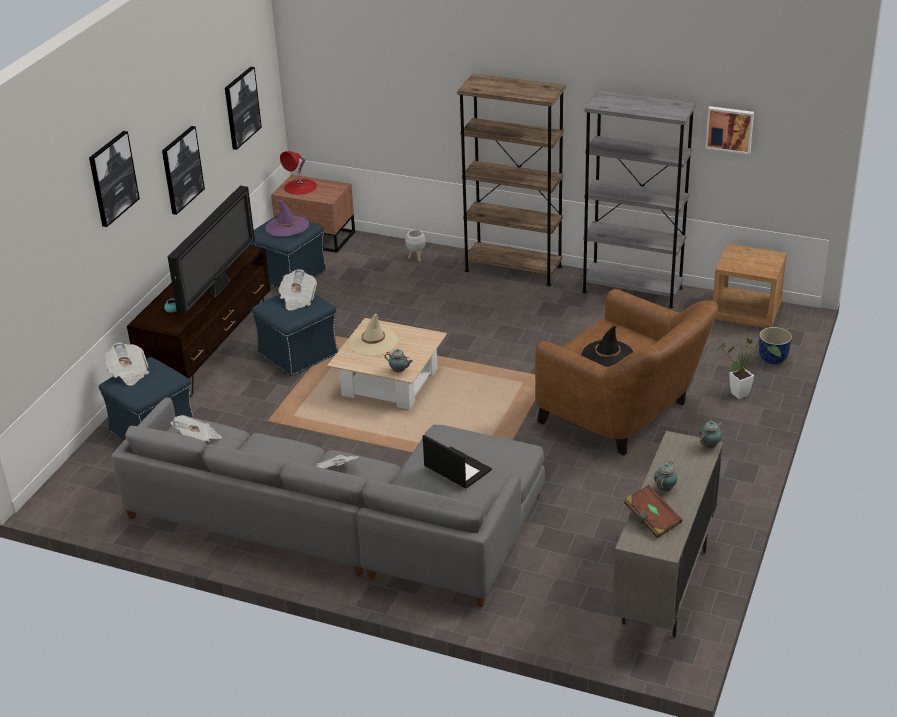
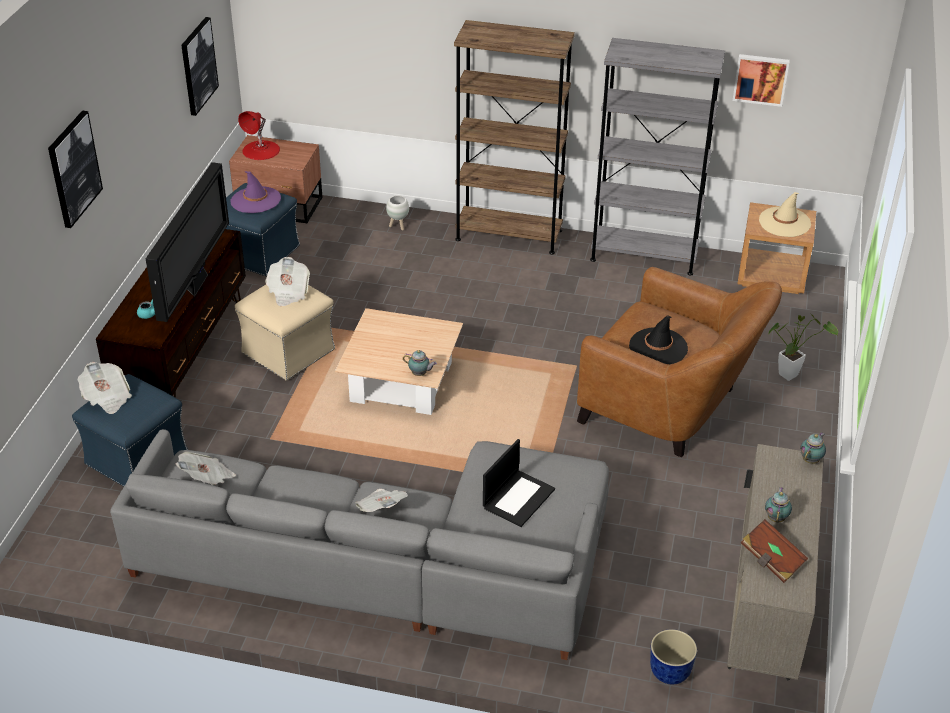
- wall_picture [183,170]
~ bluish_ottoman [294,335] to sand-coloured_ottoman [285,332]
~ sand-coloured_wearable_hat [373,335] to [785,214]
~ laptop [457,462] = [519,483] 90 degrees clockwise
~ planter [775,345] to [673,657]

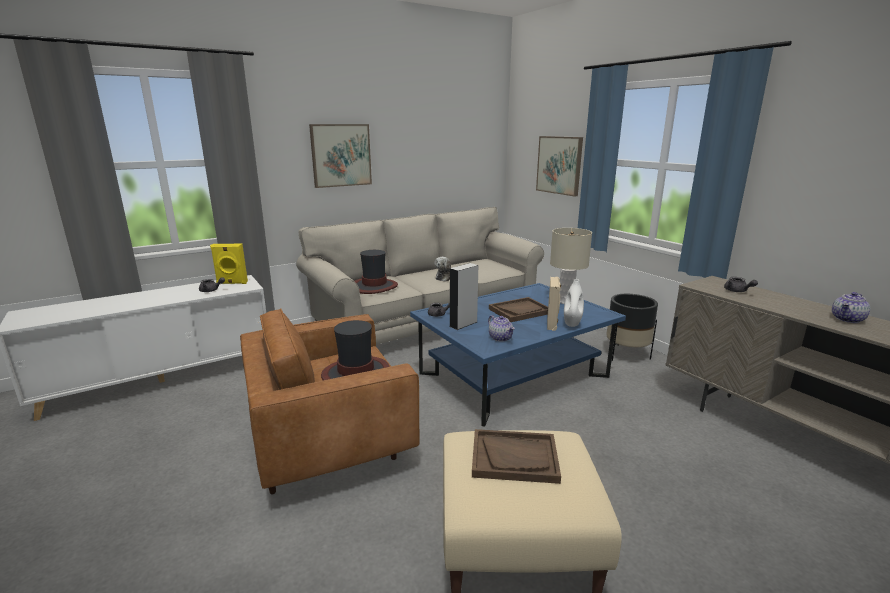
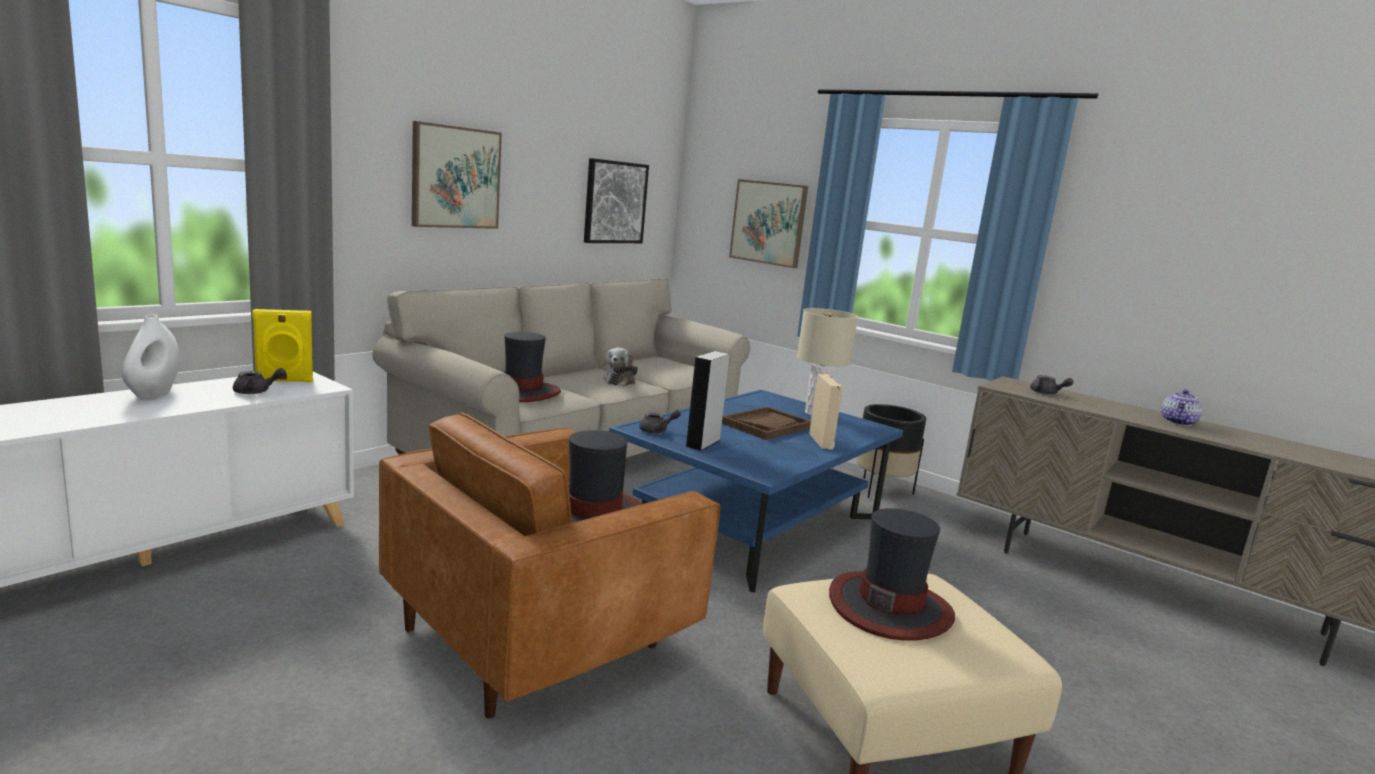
~ brown_carrying_tray [516,456] to wearable_hat [892,574]
- pot_for_tea [501,328]
~ white-coloured_vase [574,303] to [150,357]
+ wall_picture [616,200]

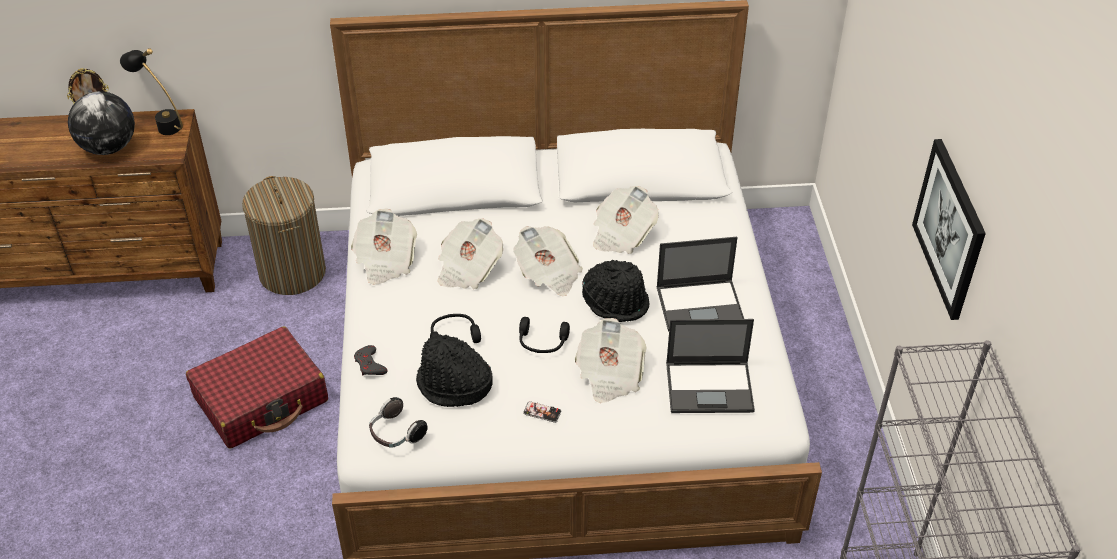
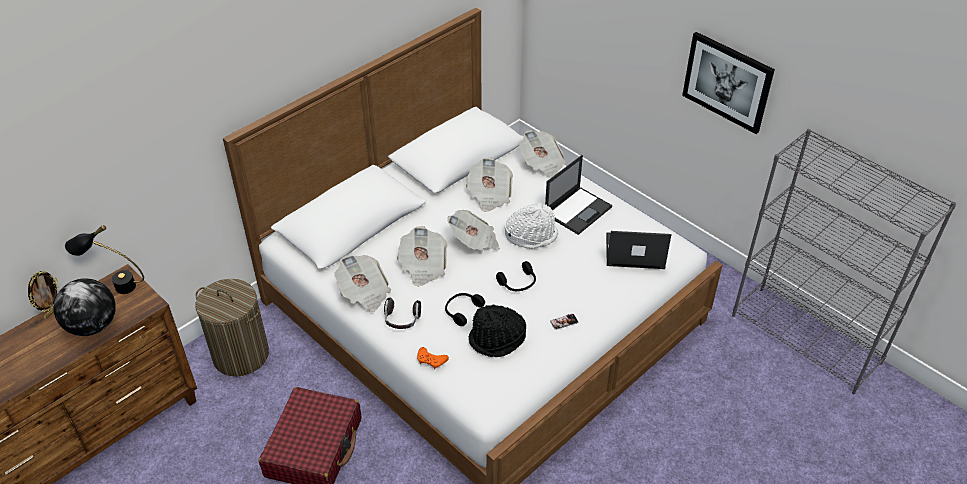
~ greyish_gamepad [371,360] to orange_gamepad [433,358]
~ pair_of_headphones [398,422] to [402,313]
~ newspaper [611,360] to [542,154]
~ blackish_wearable_hat [616,291] to white-coloured_wearable_hat [531,226]
~ laptop [710,366] = [639,250] 135 degrees counterclockwise

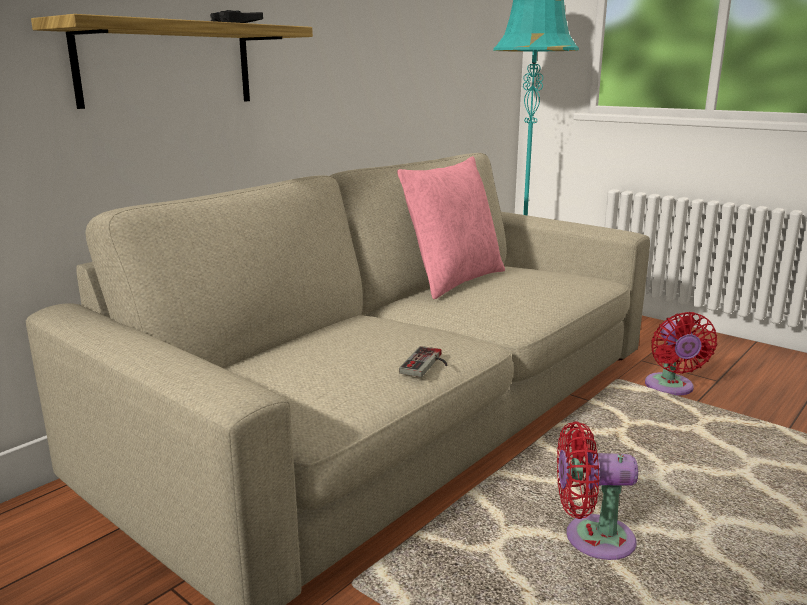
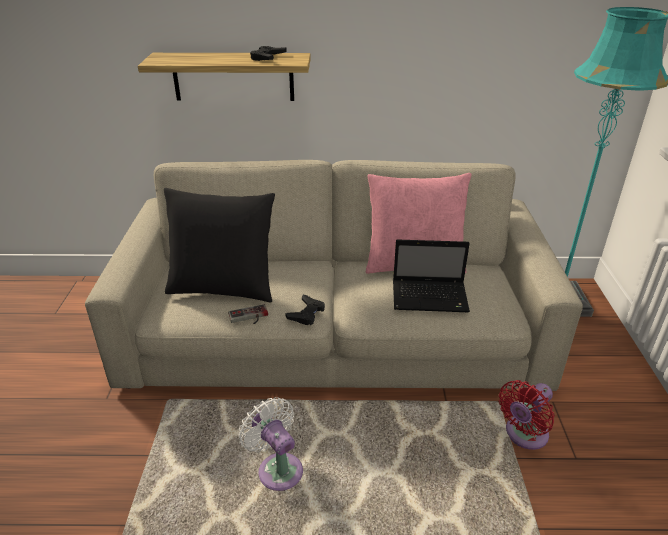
~ red_electric_fan [597,490] to white-coloured_electric_fan [271,444]
+ blackish_cushion [219,245]
+ blackish_gamepad [305,310]
+ laptop [431,275]

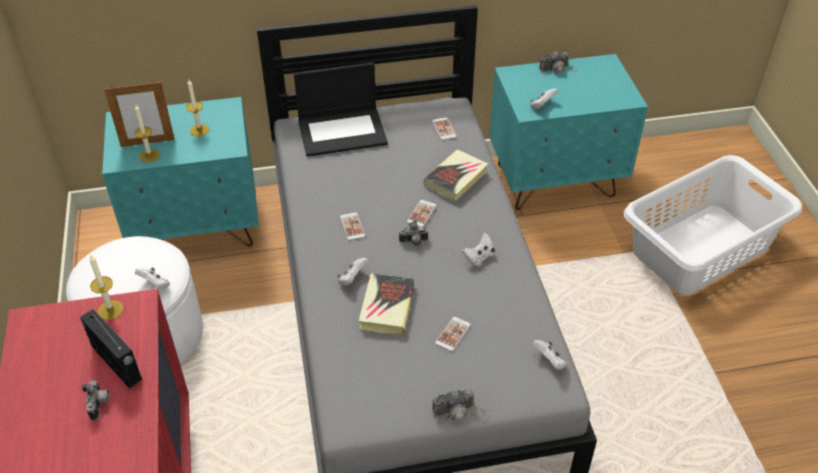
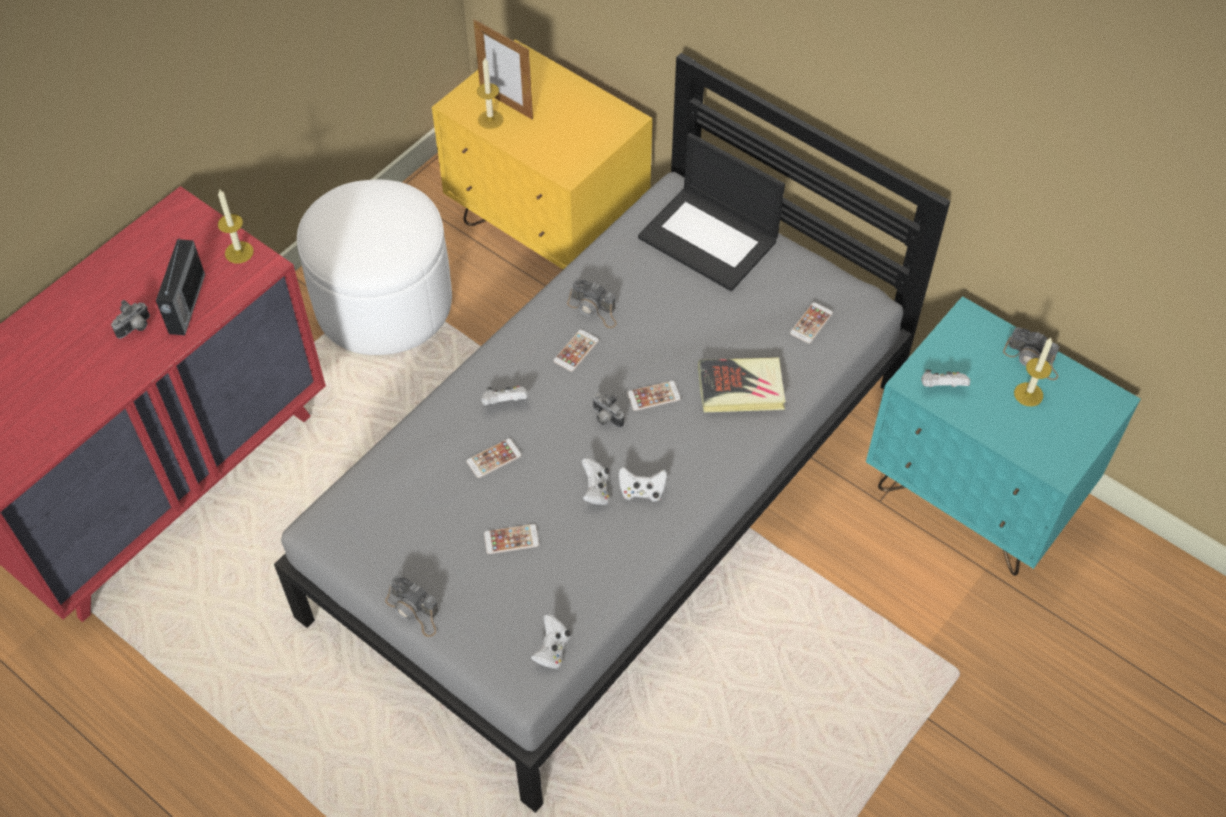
~ turquoise-coloured_night_table [180,171] to yellowish_night_table [542,154]
~ white-coloured_gamepad [152,278] to [596,481]
~ candle [197,108] to [1033,372]
~ book [386,304] to handset [494,458]
- white-coloured_laundry_basket [712,225]
+ photo_camera [592,303]

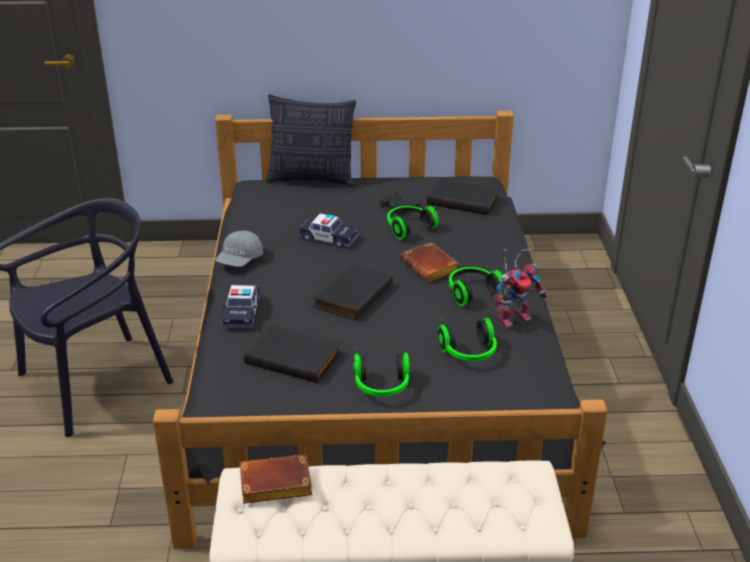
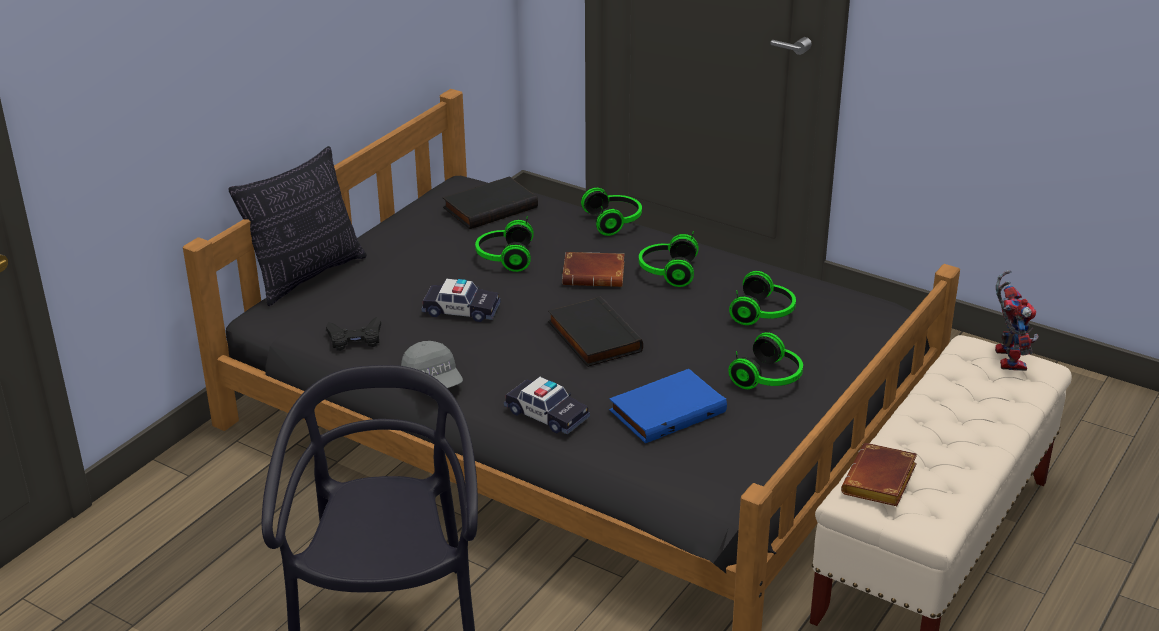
~ blackish_book [292,354] to bluish_book [668,406]
~ model_car [328,230] = [461,300] 45 degrees clockwise
~ blackish_gamepad [400,202] to [353,334]
~ model_robot [520,289] to [1017,320]
+ pair_of_headphones [611,212]

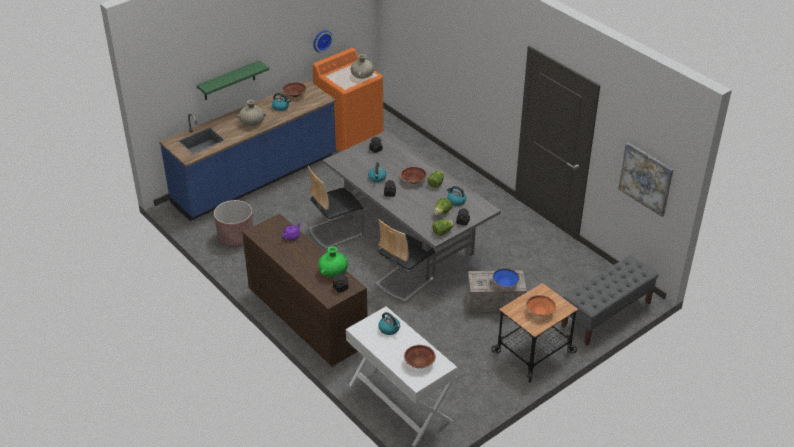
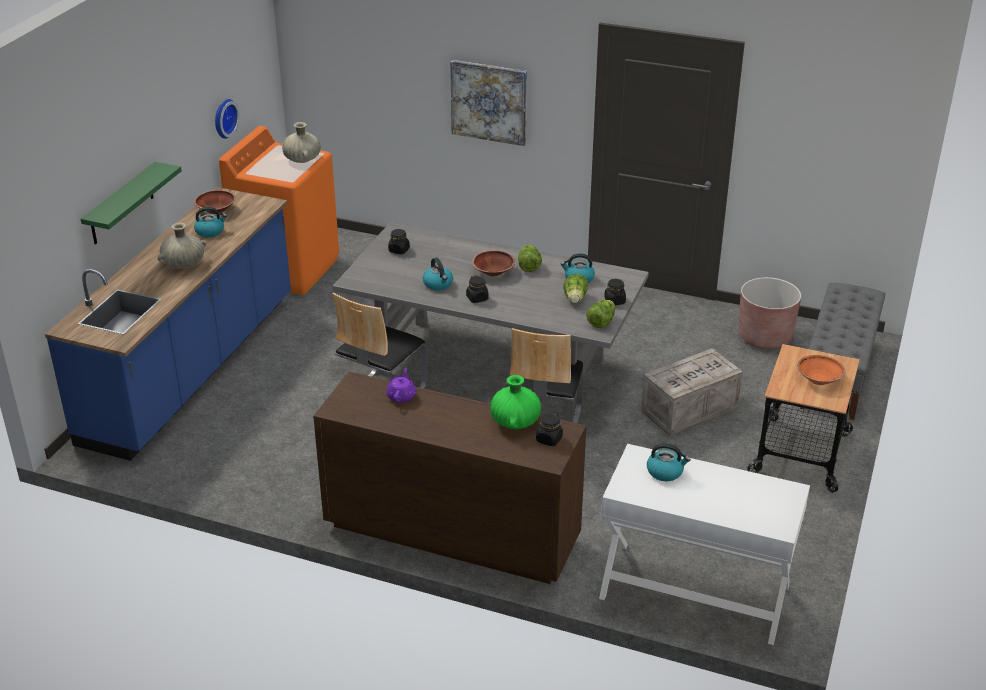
~ brown_planter [233,223] to [769,313]
- brown_deep_dish [420,356]
- bluish_deep_dish [506,278]
~ wall_picture [646,180] to [488,103]

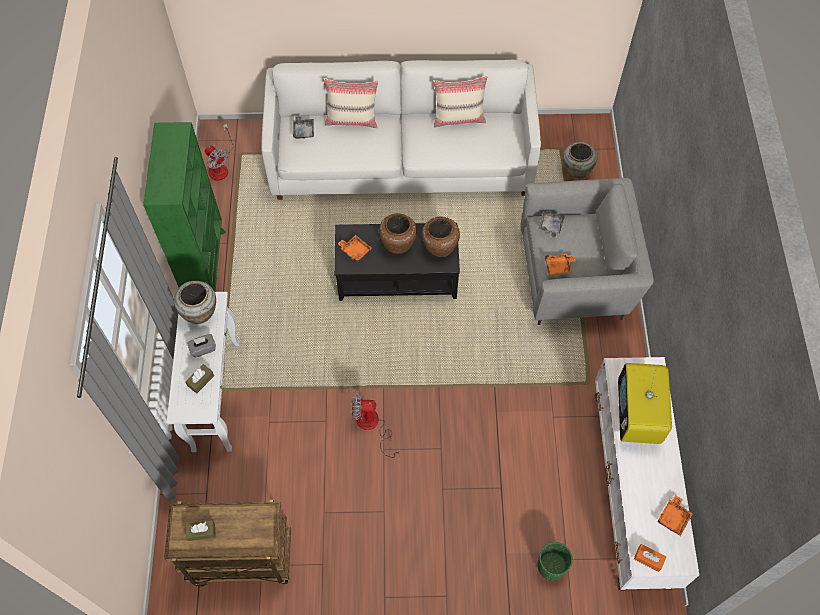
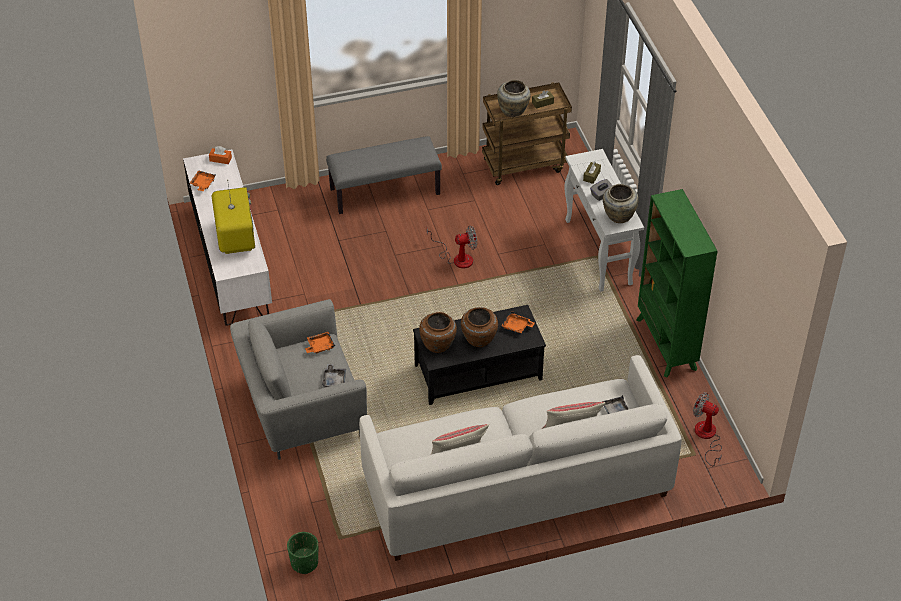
~ green-coloured_planter [555,561] to [302,553]
~ sand-coloured_vase [580,160] to [514,98]
+ greyish_indoor_bench [384,175]

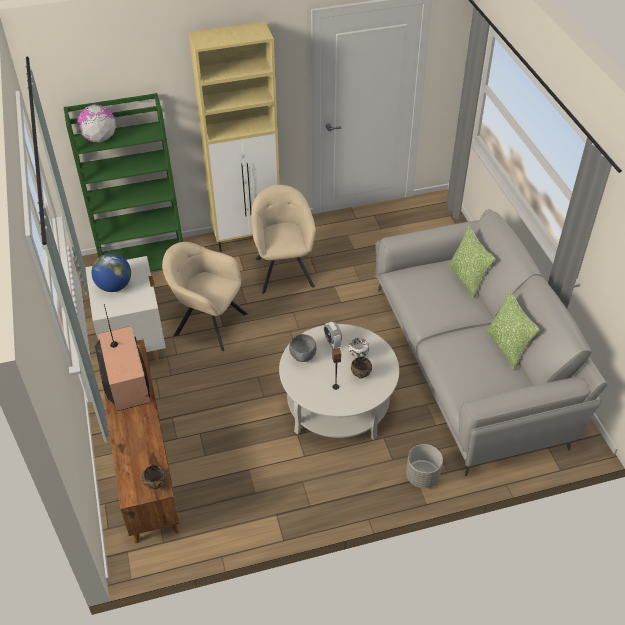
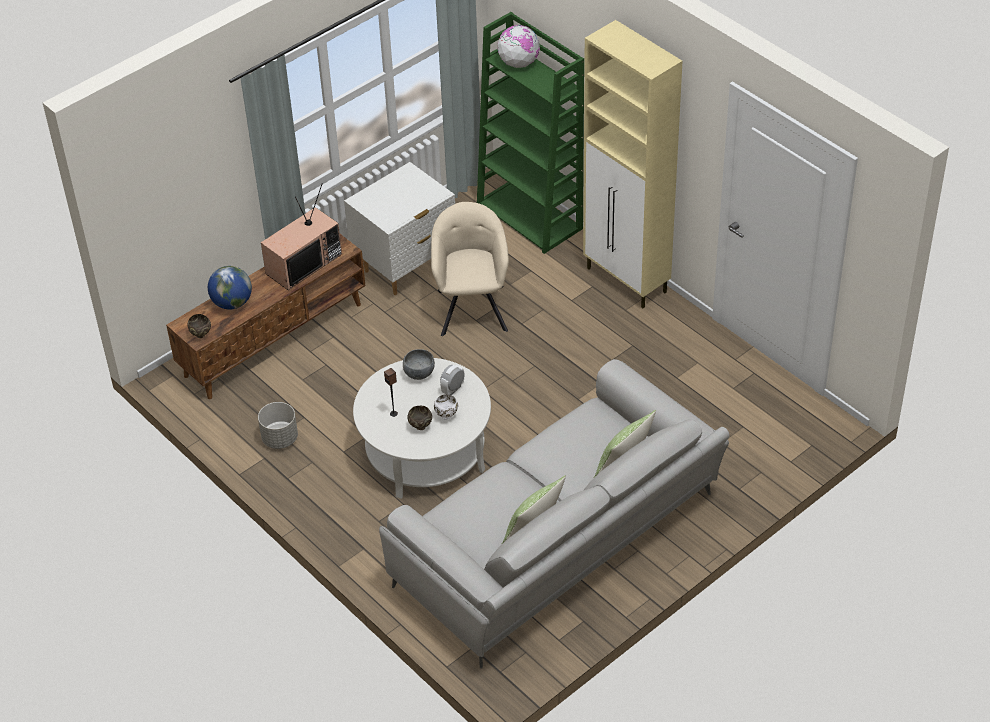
~ world_globe [111,272] to [230,288]
- sand-coloured_lounge_chair [283,239]
~ greyish_planter [424,466] to [278,425]

